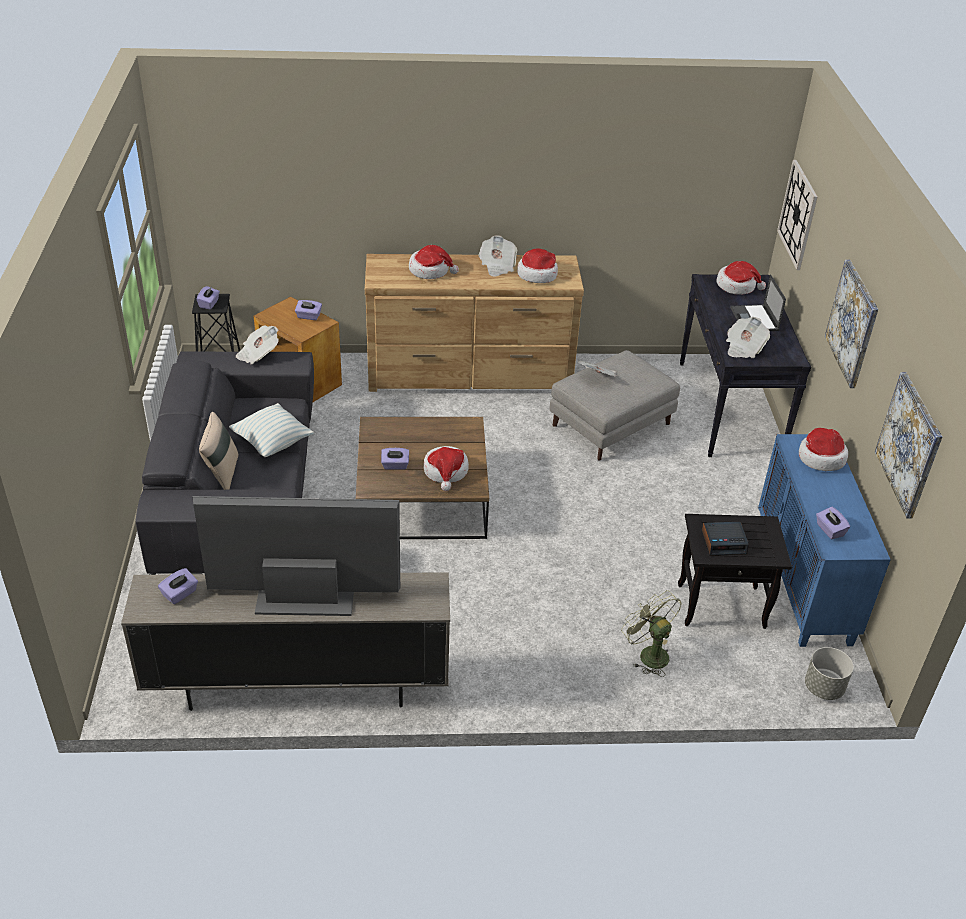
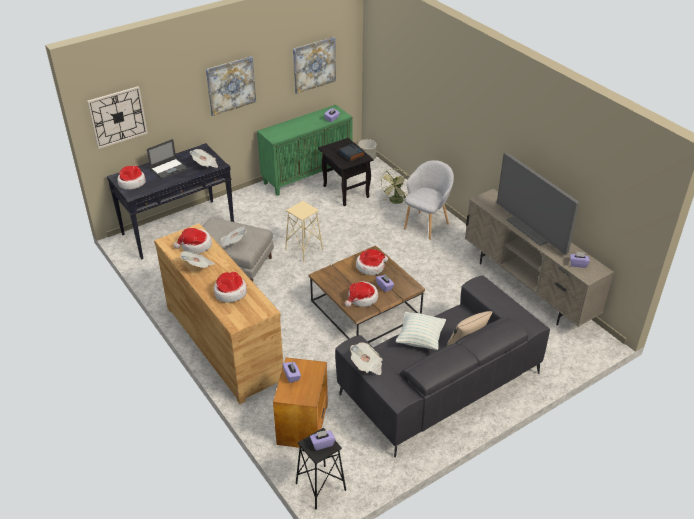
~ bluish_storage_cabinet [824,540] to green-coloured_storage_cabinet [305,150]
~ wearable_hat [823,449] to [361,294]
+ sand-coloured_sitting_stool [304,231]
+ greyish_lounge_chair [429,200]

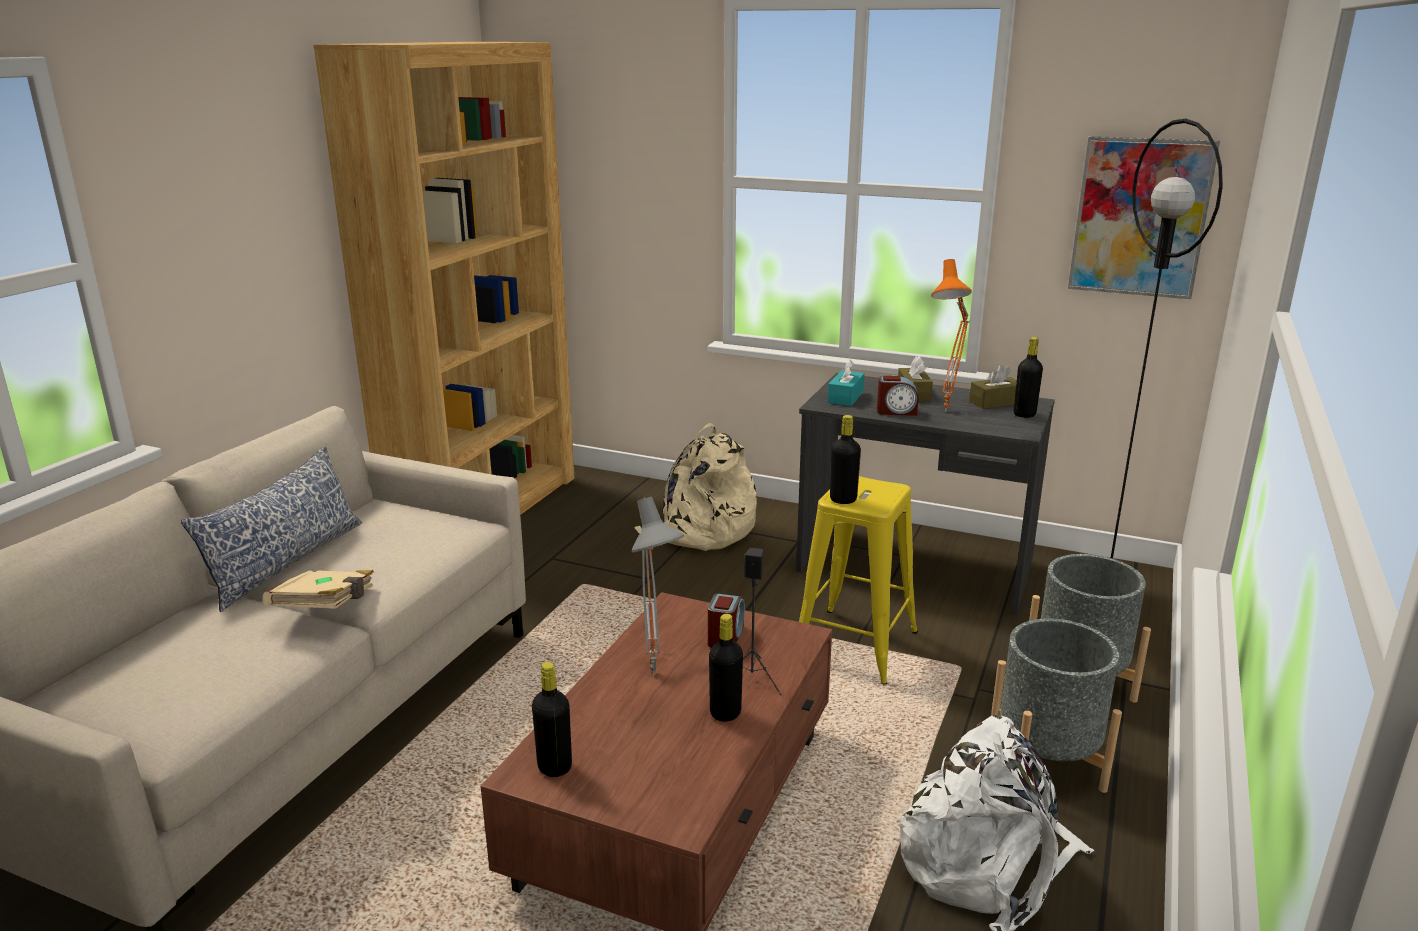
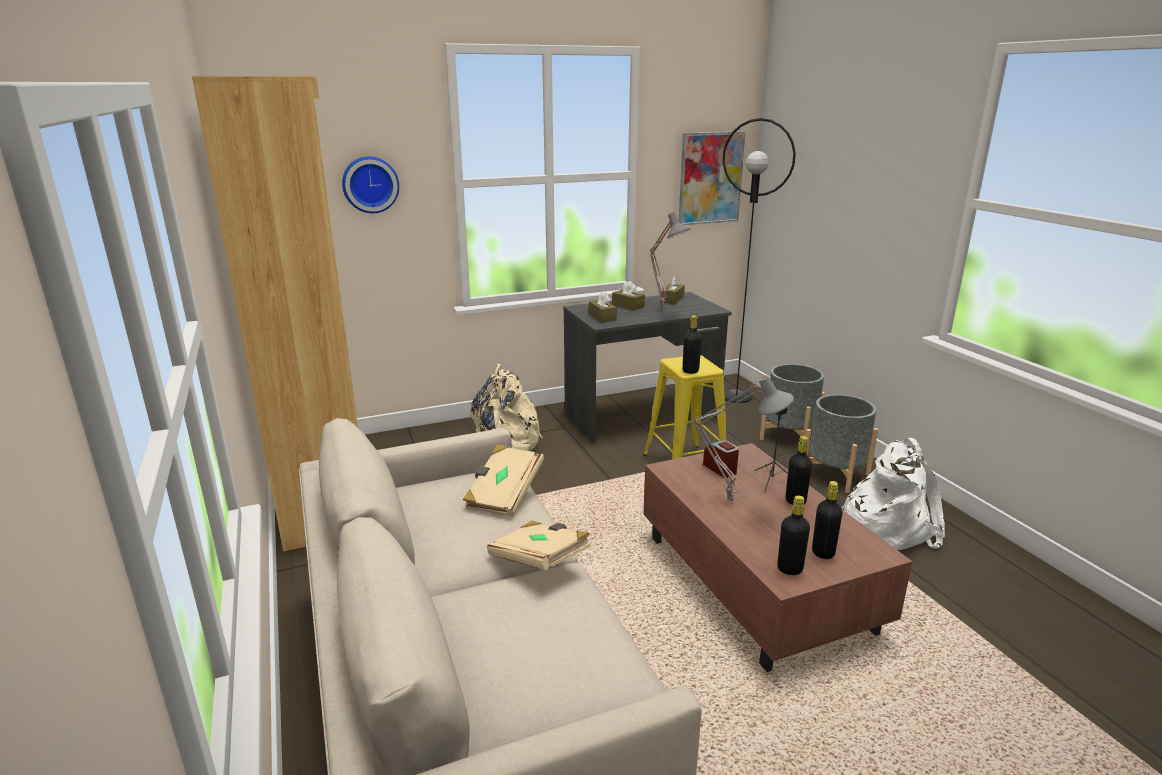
- cushion [271,529]
~ turquoise-coloured_box_of_tissues [845,382] to brown_box_of_tissues [603,307]
- table_clock [897,396]
~ orange_table_lamp [951,335] to greyish_table_lamp [670,261]
~ blackish_bottle [1028,377] to [827,520]
+ wall_clock [370,184]
+ sand-coloured_book [503,480]

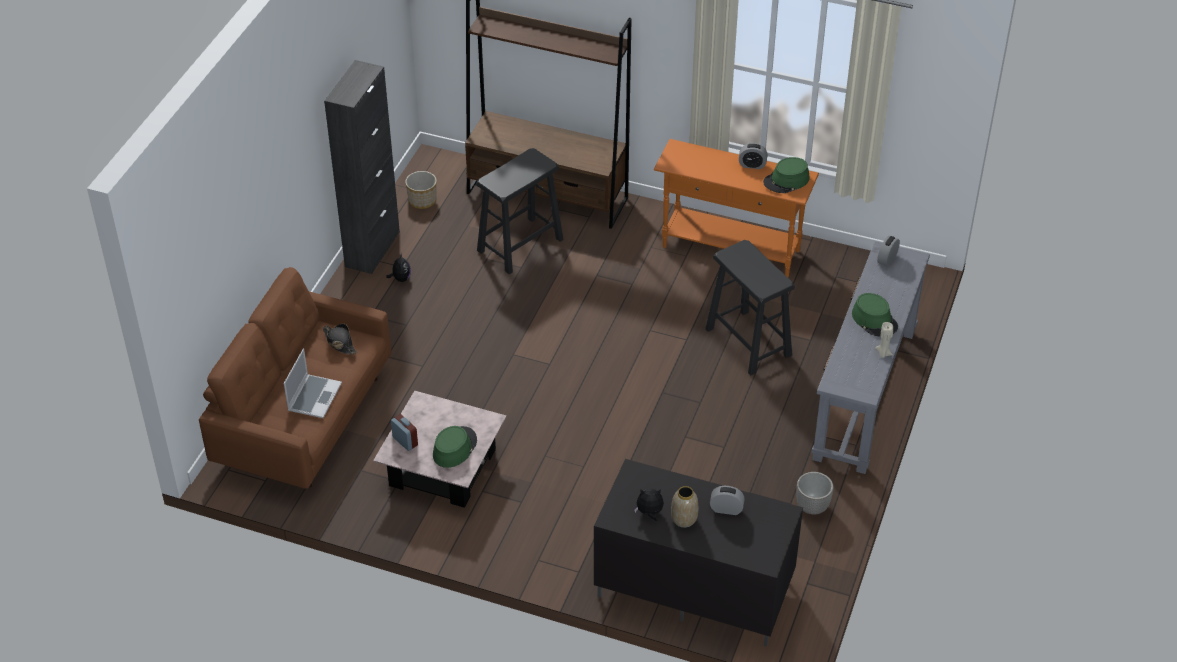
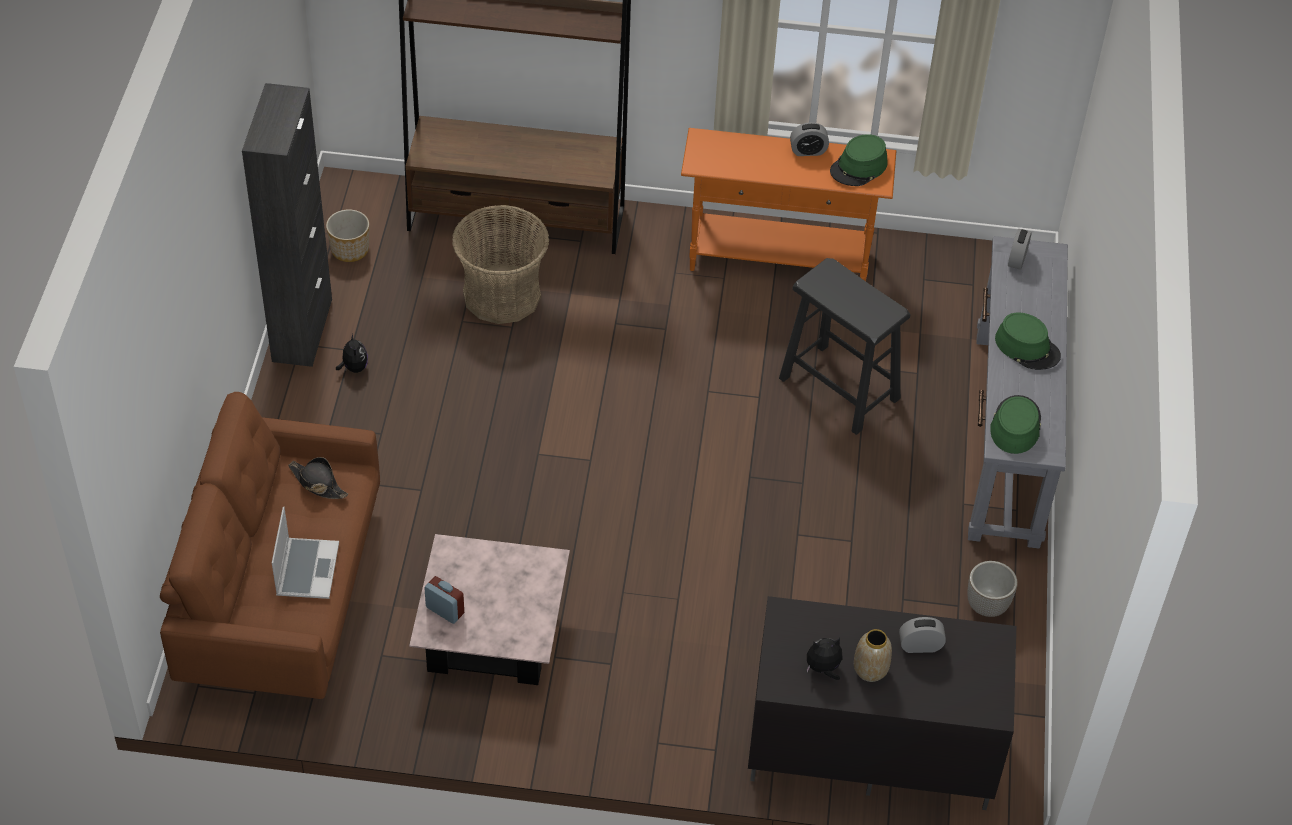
~ green-coloured_wearable_hat [455,447] to [1015,424]
~ blackish_sitting_stool [520,211] to basket [500,264]
- sand-coloured_candle [884,340]

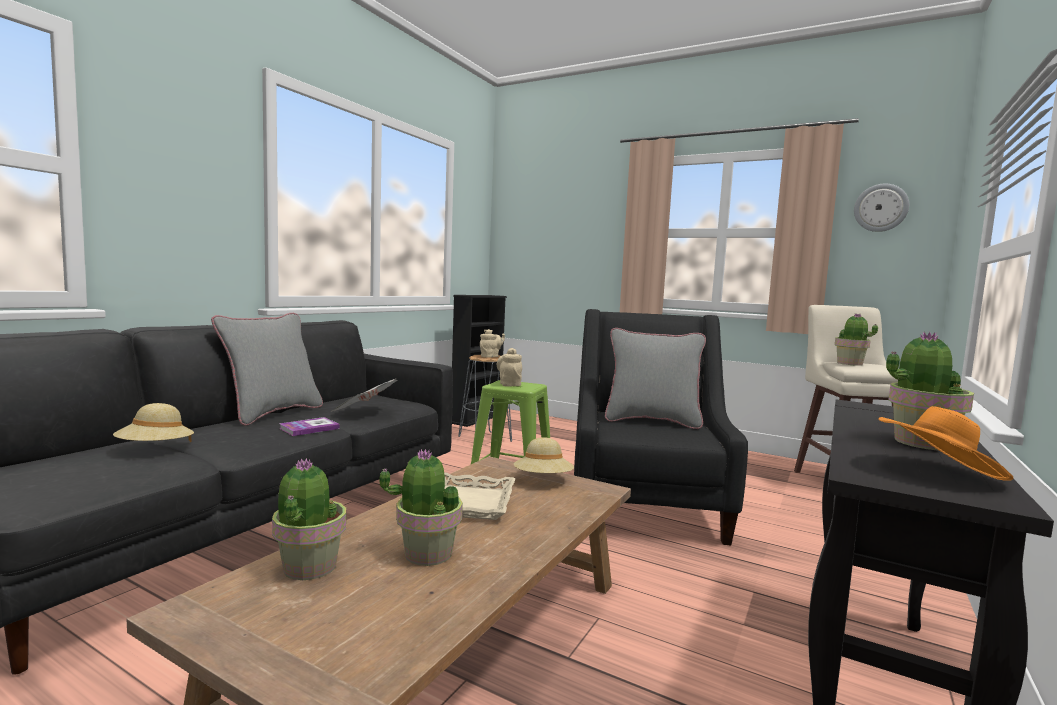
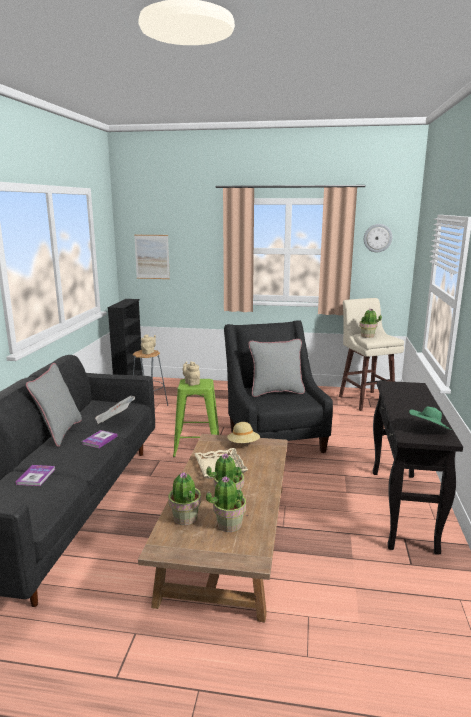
~ sand-coloured_wearable_hat [153,422] to book [35,475]
~ orange_wearable_hat [945,443] to green-coloured_wearable_hat [430,418]
~ houseplant [930,391] to [226,504]
+ wall_picture [152,257]

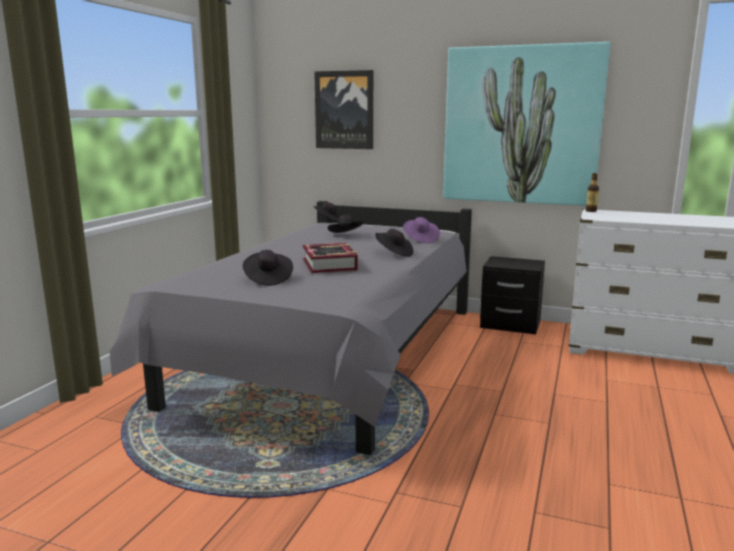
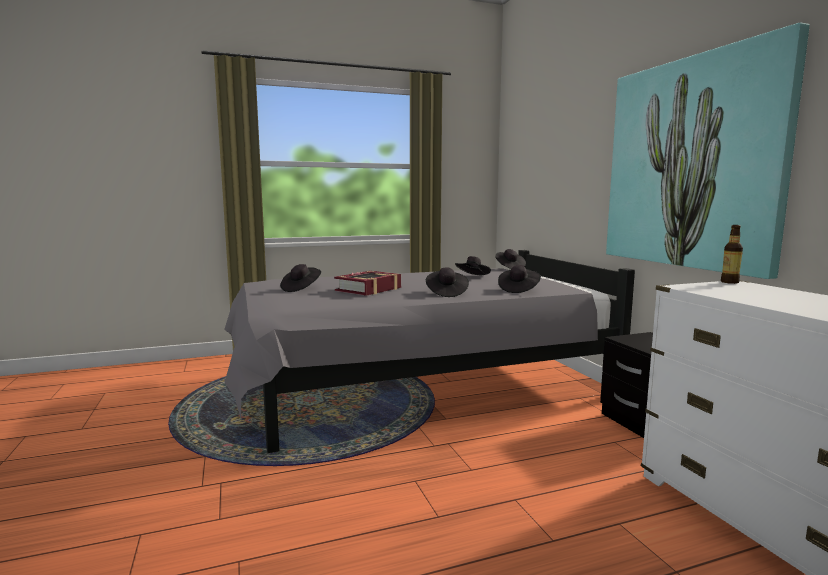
- wall_picture [343,109]
~ purplish_wearable_hat [421,230] to blackish_wearable_hat [519,279]

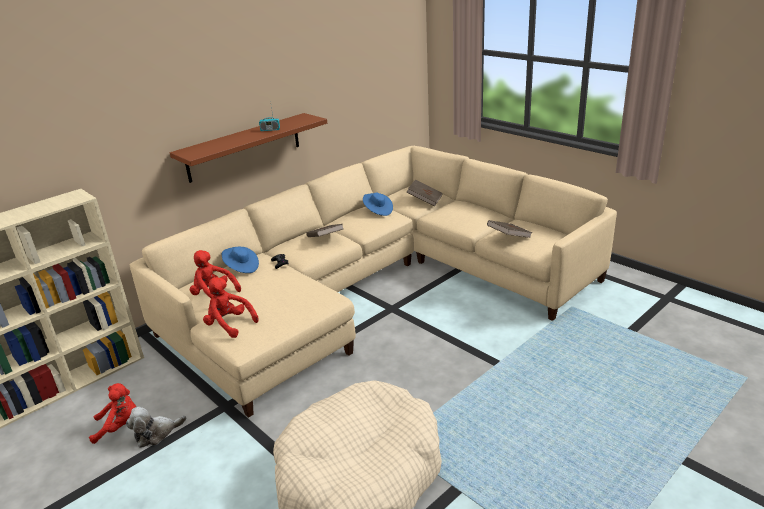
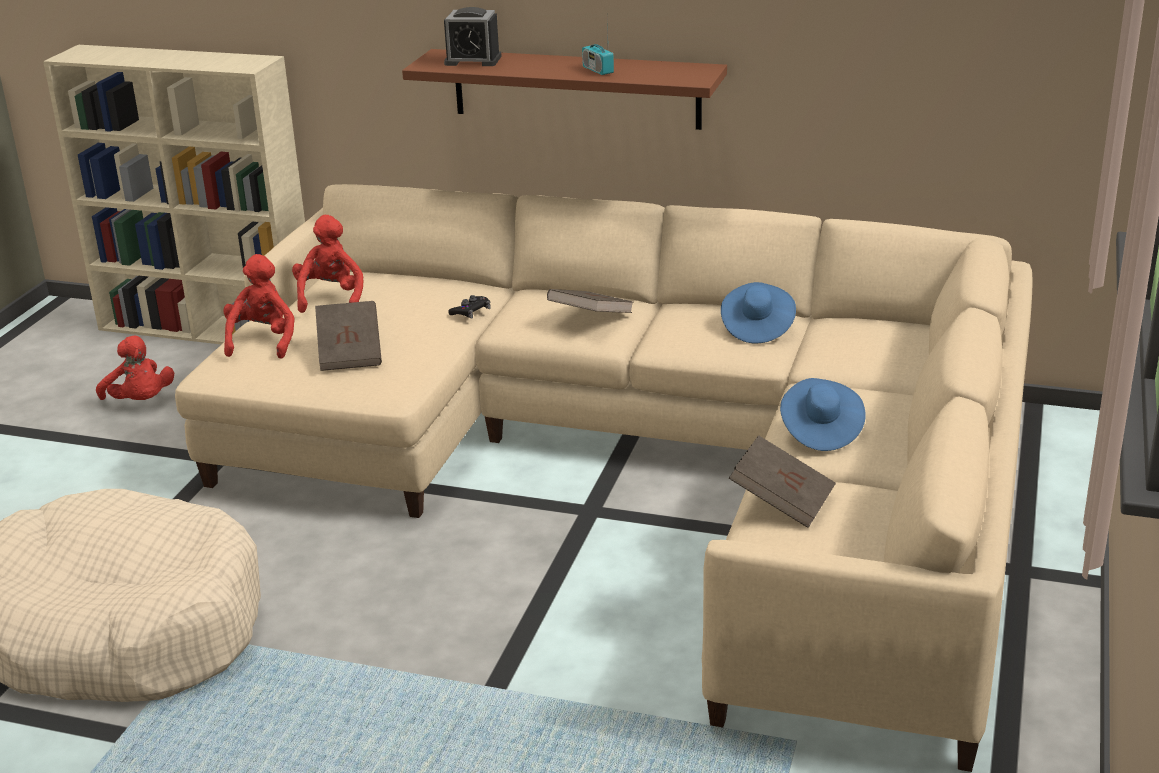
- soft_toy [156,427]
~ bluish_wearable_hat [240,260] to [823,414]
~ brown_book [425,193] to [348,336]
+ table_clock [473,36]

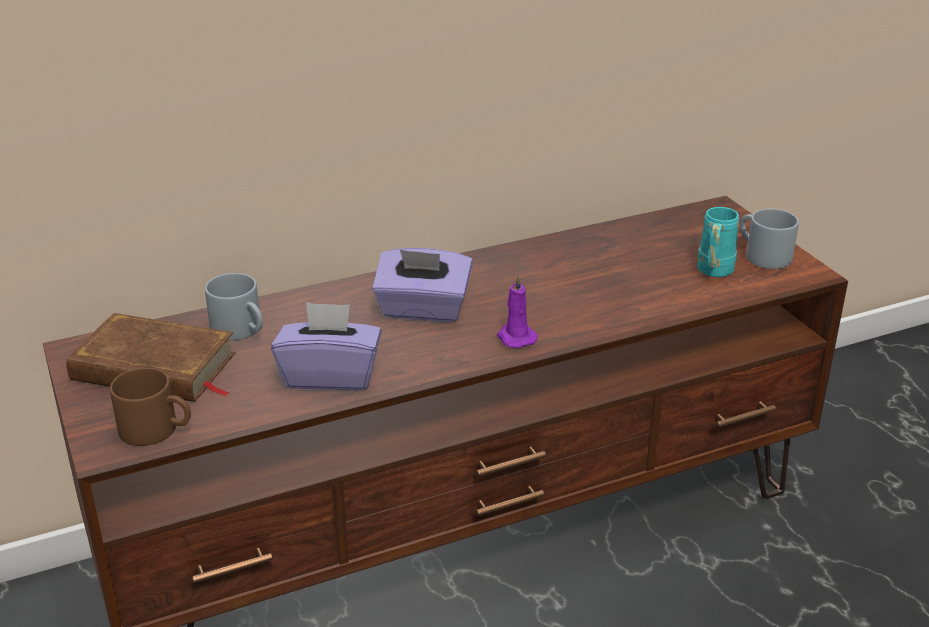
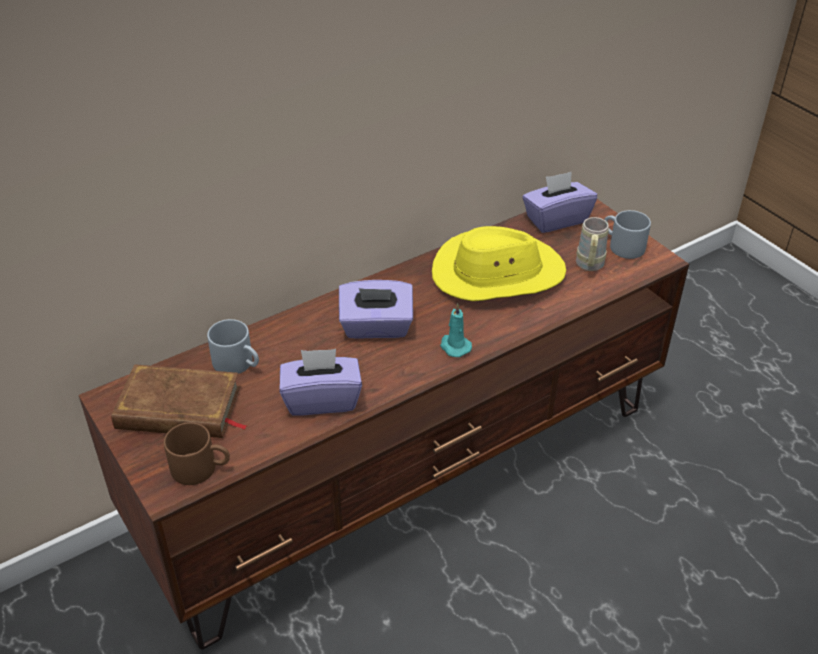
~ purplish_candle [517,311] to turquoise-coloured_candle [456,330]
~ turquoise-coloured_coffee_mug [718,242] to sand-coloured_coffee_mug [592,244]
+ yellowish_wearable_hat [499,263]
+ purplish_box_of_tissues [560,202]

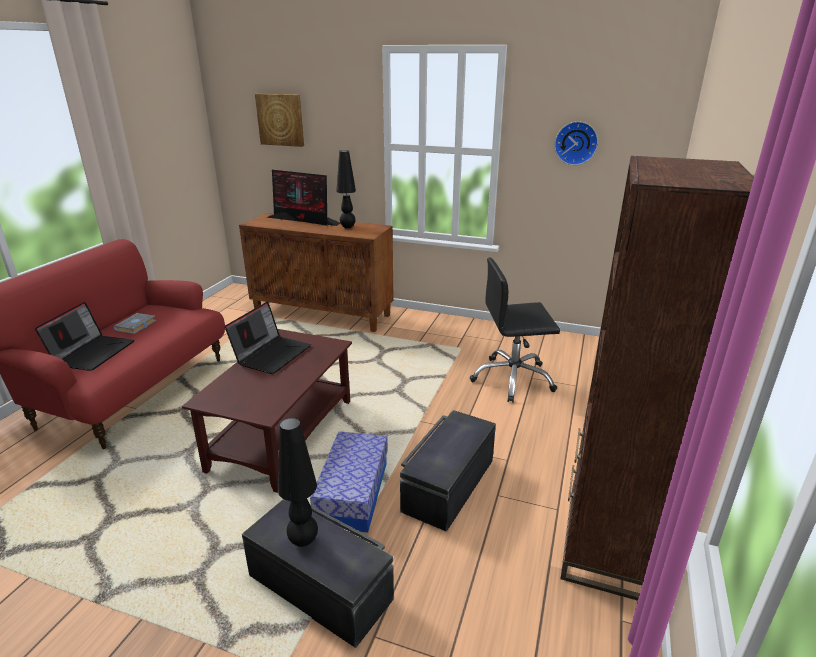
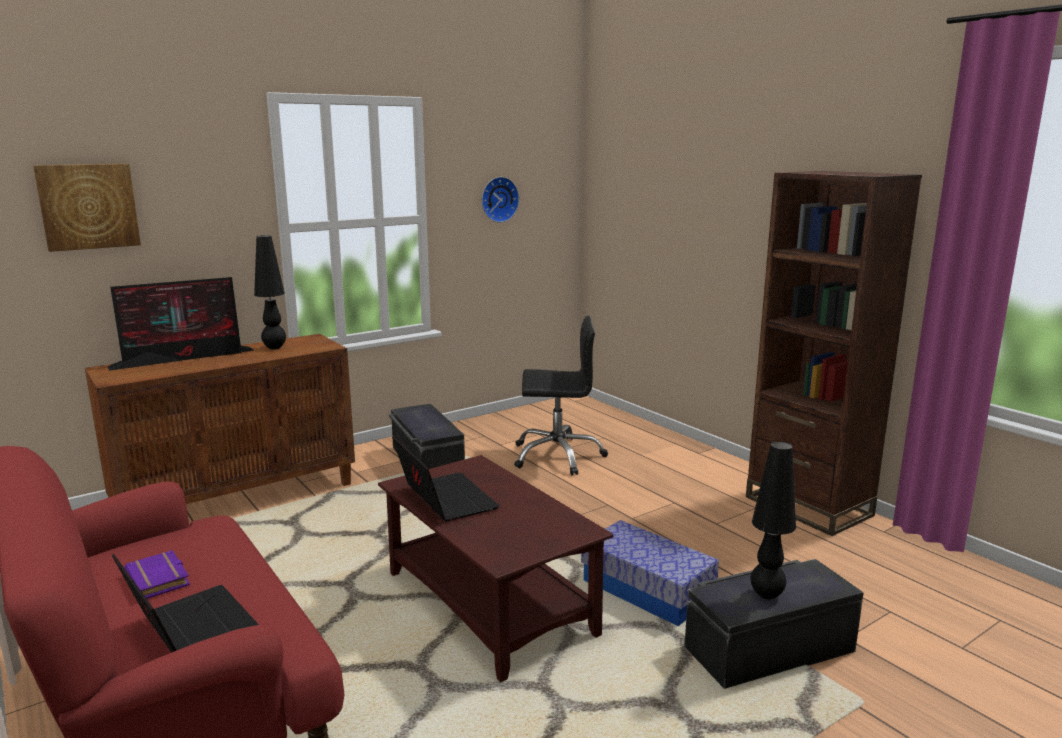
~ greyish_book [134,323] to purplish_book [157,574]
~ blackish_storage_box [448,471] to [427,436]
~ blackish_office_chair [515,330] = [561,395] 120 degrees counterclockwise

